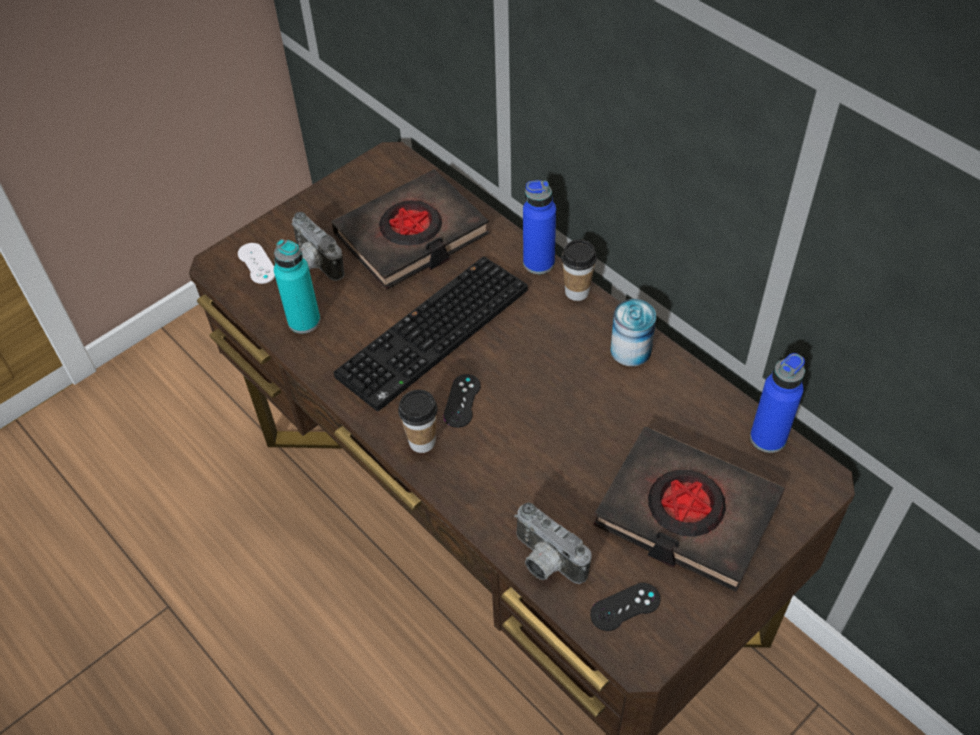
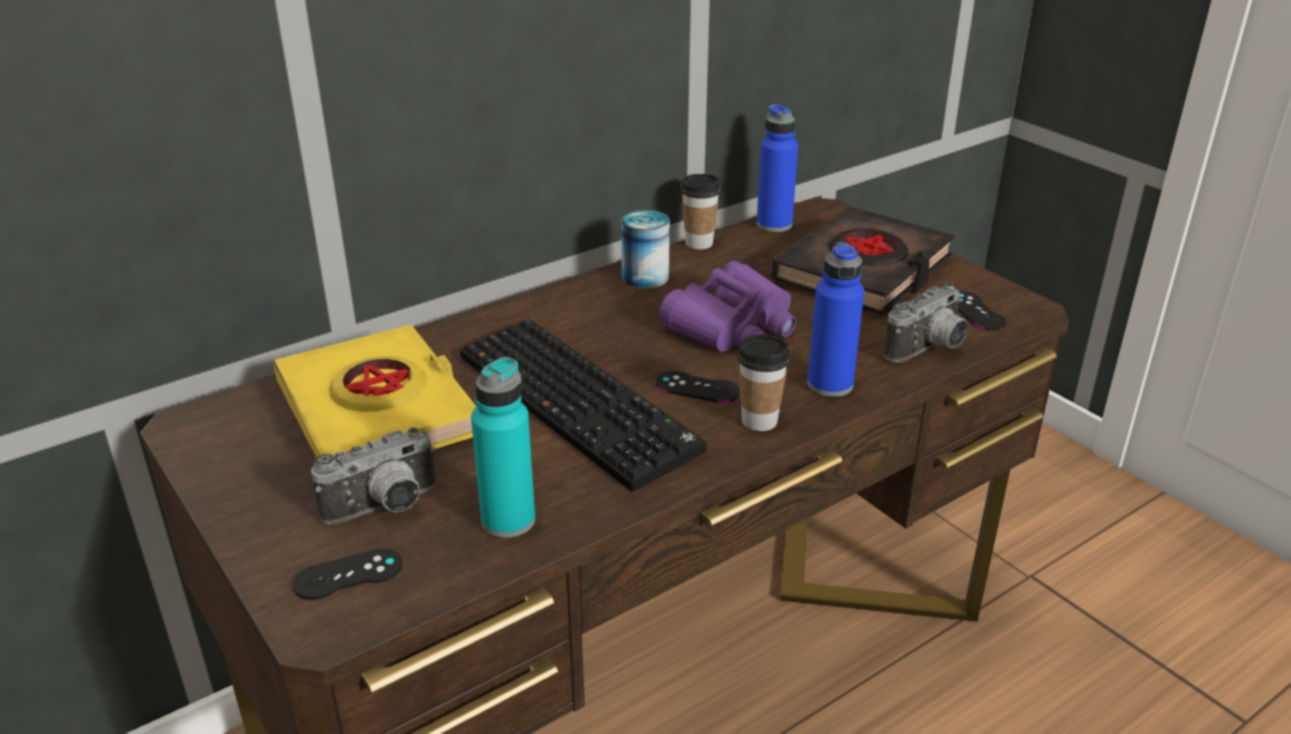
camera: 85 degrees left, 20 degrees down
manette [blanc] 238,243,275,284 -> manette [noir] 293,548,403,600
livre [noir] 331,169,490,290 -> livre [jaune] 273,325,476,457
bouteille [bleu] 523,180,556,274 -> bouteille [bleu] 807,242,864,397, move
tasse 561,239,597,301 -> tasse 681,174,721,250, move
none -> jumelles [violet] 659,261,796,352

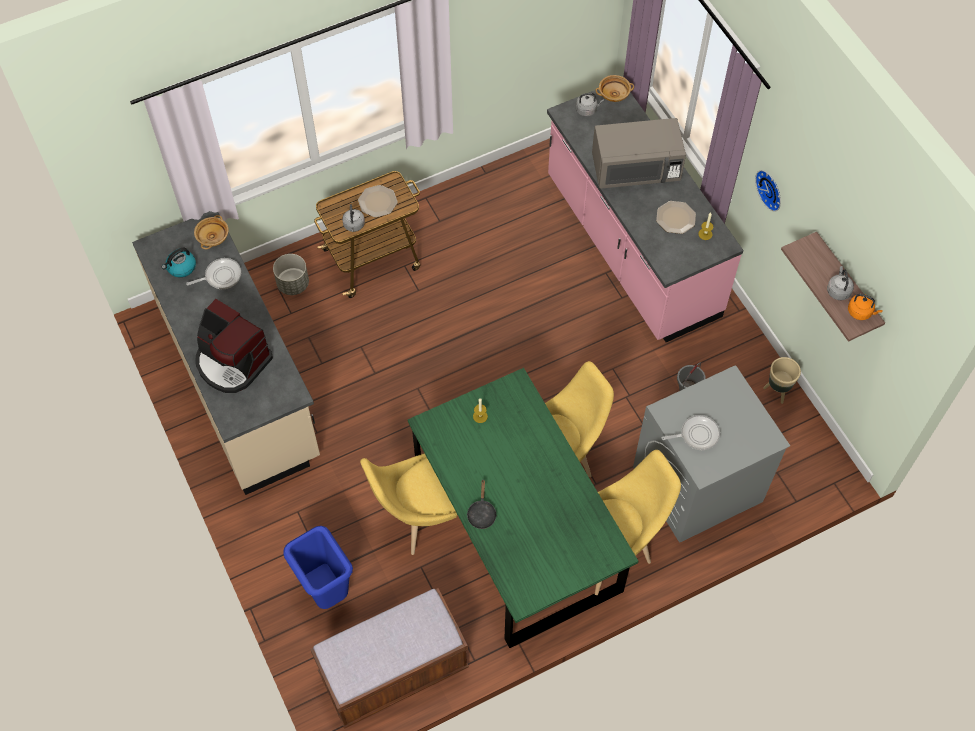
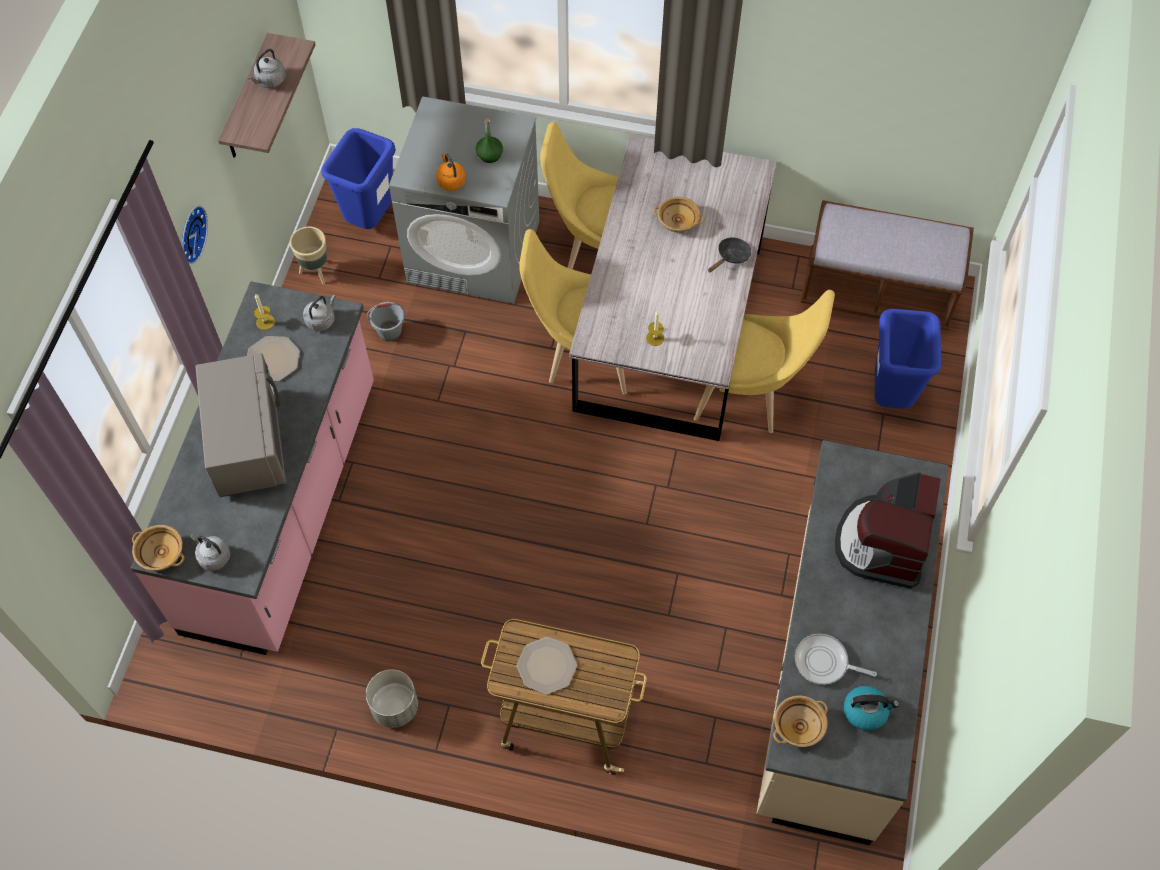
camera: 140 degrees left, 0 degrees up
machine à café 195,299,273,393 -> machine à café 835,472,941,589, 150 degrees counterclockwise
cache-pot [gris] 273,254,309,295 -> cache-pot [gris] 366,669,418,728, move
bouilloire [gris] 342,204,365,232 -> bouilloire [gris] 303,295,336,331, move
table à manger [vert] 408,368,638,648 -> table à manger [gris] 569,135,777,441
micro-ondes [gris] 592,118,686,189 -> micro-ondes [gris] 196,353,286,497, 45 degrees clockwise
poêle 662,415,720,450 -> bouteille [vert] 476,118,503,163
bouilloire [orange] 848,294,883,320 -> bouilloire [orange] 436,153,465,191, move
none -> poubelle [bleu] 321,128,396,229
none -> bol [beige] 653,197,704,233

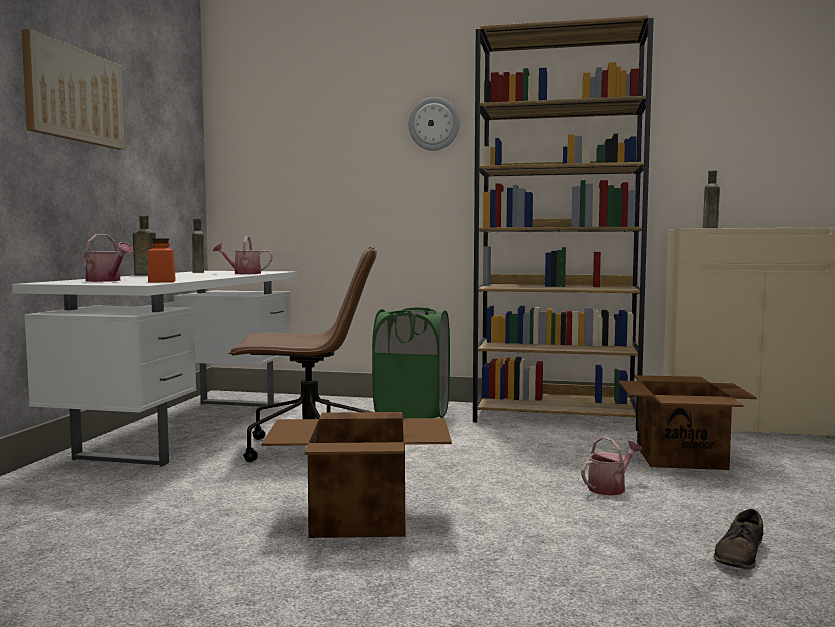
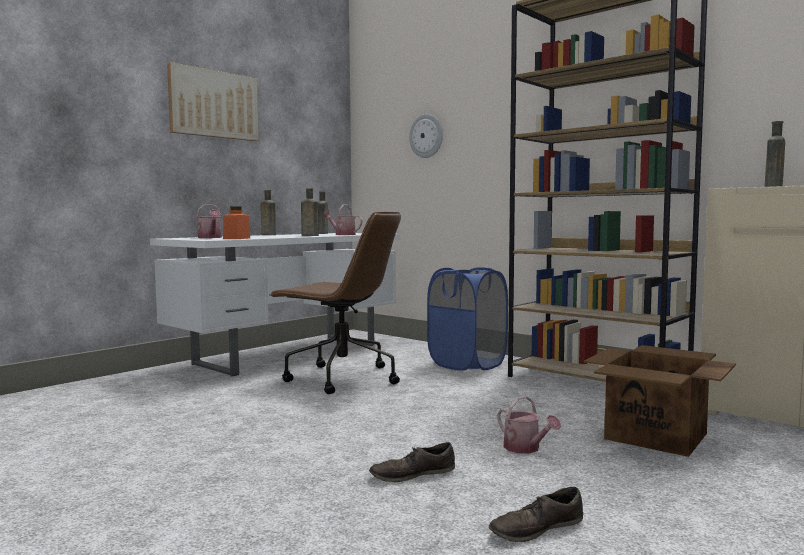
camera: 30 degrees right, 0 degrees up
carton 261,412,452,538 -> none
panier à linge [vert] 372,307,450,418 -> panier à linge [bleu] 427,267,508,371
horloge murale 409,97,460,151 -> horloge murale 409,114,443,158, move
arrosoir 581,436,642,496 -> arrosoir 497,396,561,453, 60 degrees clockwise
none -> bouteille [marron] 301,188,319,236
none -> chaussure [marron] 369,442,455,482

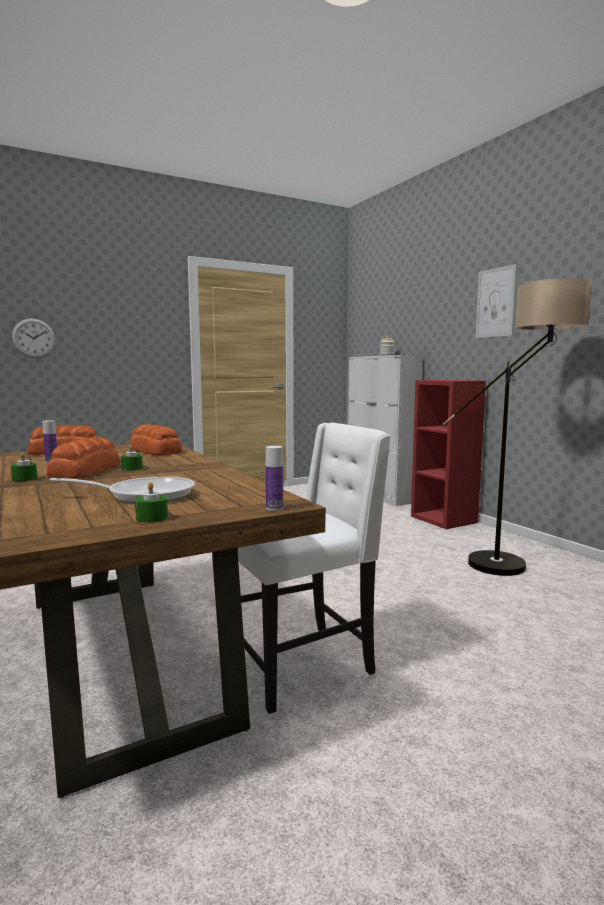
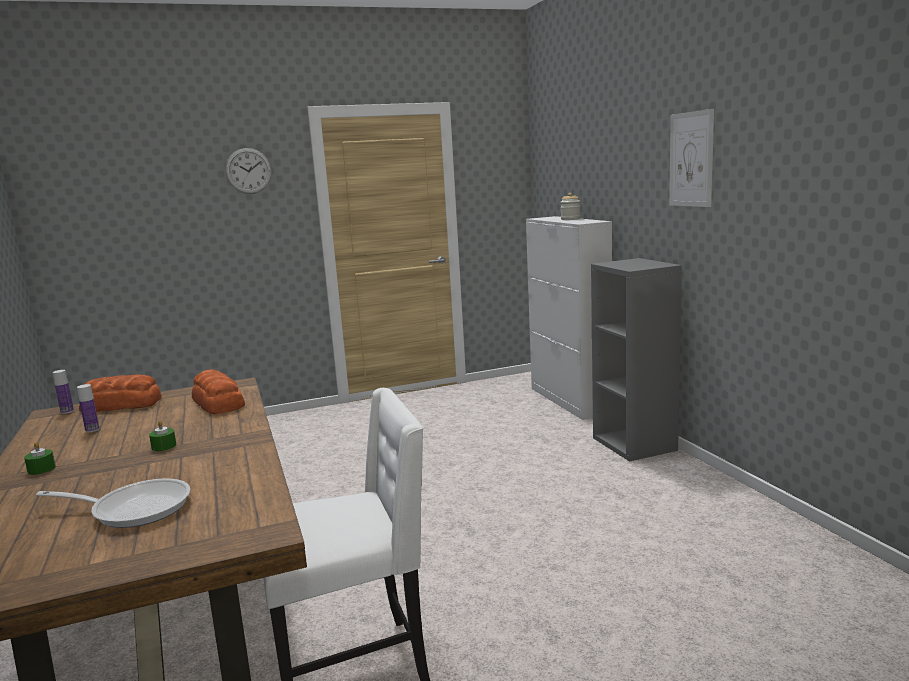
camera: 10 degrees right, 5 degrees up
horloge murale 12,318,56,358 -> horloge murale 225,148,272,194, move
pain 46,437,120,478 -> none
bougie [vert] 135,482,168,523 -> none
bouteille 266,446,283,511 -> bouteille 53,370,74,414, move
bibliothèque [rouge] 411,380,486,529 -> bibliothèque [gris] 591,258,682,462
lampadaire 442,278,592,576 -> none

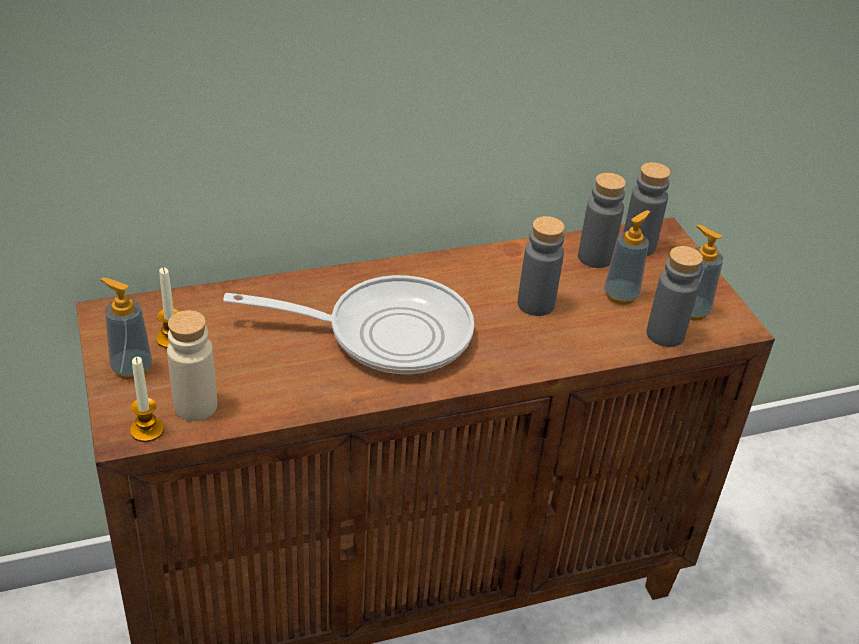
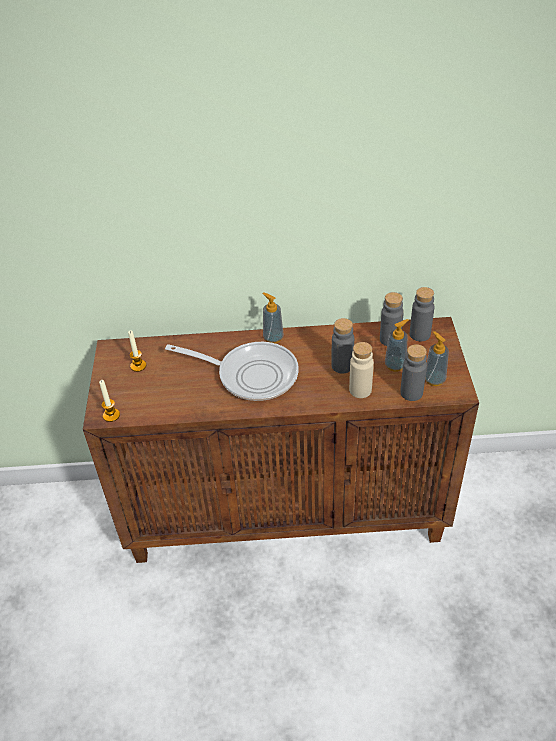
camera: 20 degrees right, 5 degrees up
distributeur de savon 100,278,152,380 -> distributeur de savon 262,292,284,343, move
bouteille [beige] 167,310,217,421 -> bouteille [beige] 349,342,374,398, move

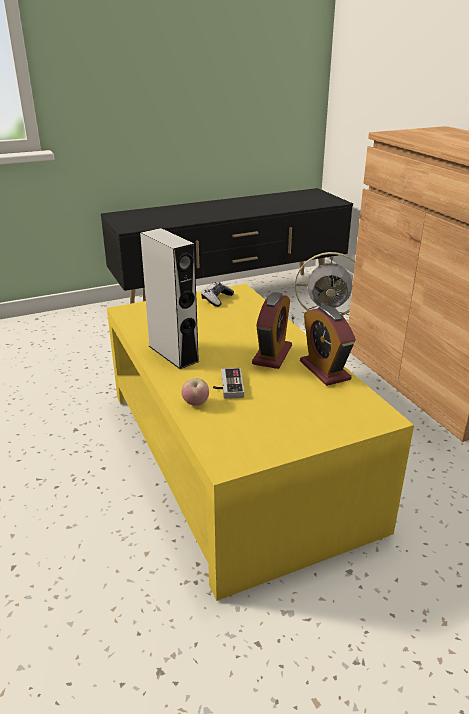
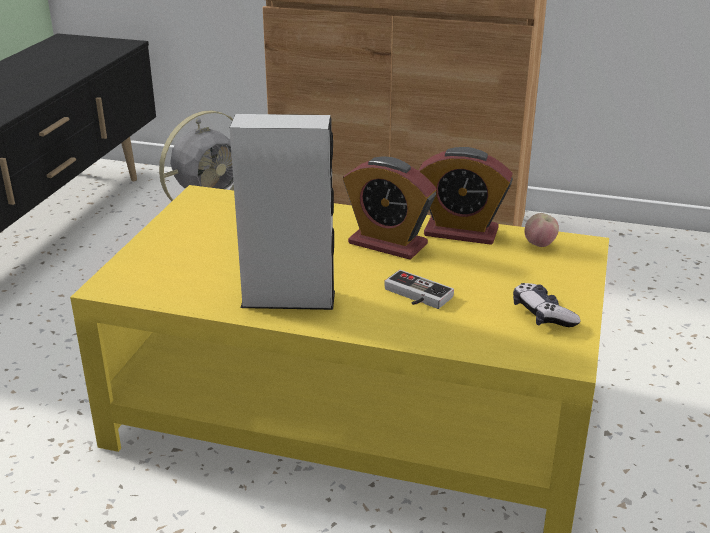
camera: 50 degrees left, 0 degrees up
pomme 181,378,209,406 -> pomme 525,213,559,247, move
manette 201,282,234,307 -> manette 513,283,581,327, move
réveil 252,292,292,369 -> réveil 343,157,436,260, 150 degrees clockwise

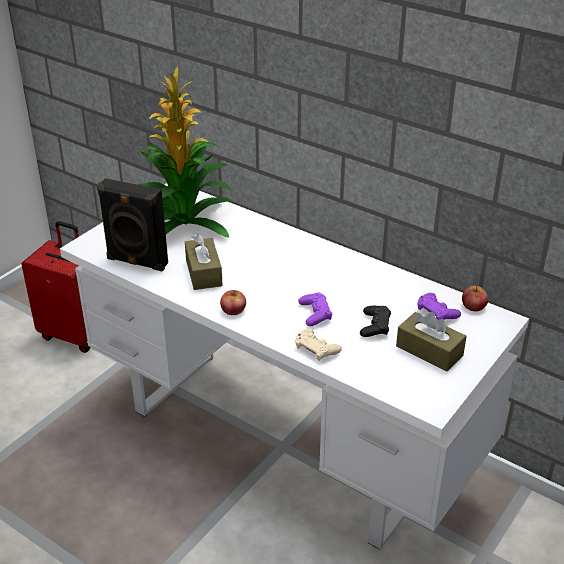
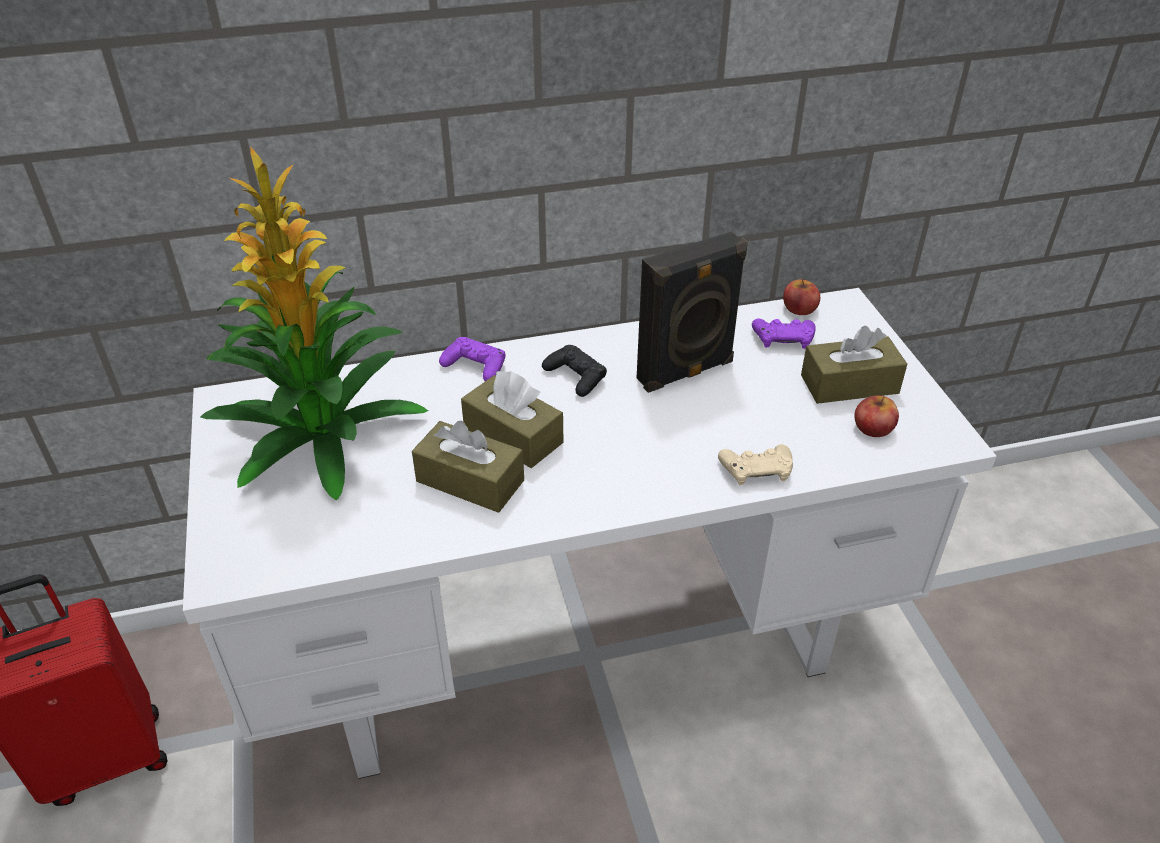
camera: 50 degrees left, 5 degrees up
enceinte [noir] 97,178,168,272 -> enceinte [noir] 637,231,748,393, move
pomme 220,290,246,315 -> pomme 854,396,899,437, move
manette [violet] 298,292,332,326 -> manette [violet] 439,337,506,381, move
manette [noir] 360,305,391,337 -> manette [noir] 542,345,607,397, move
none -> boîte à mouchoirs [marron] 461,371,564,468

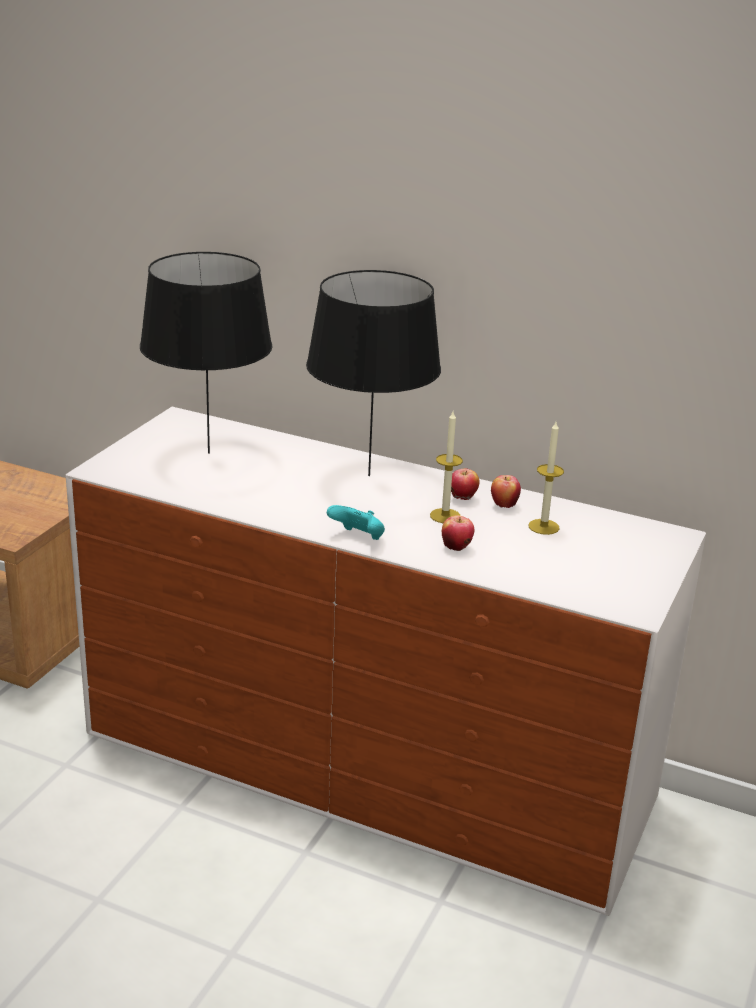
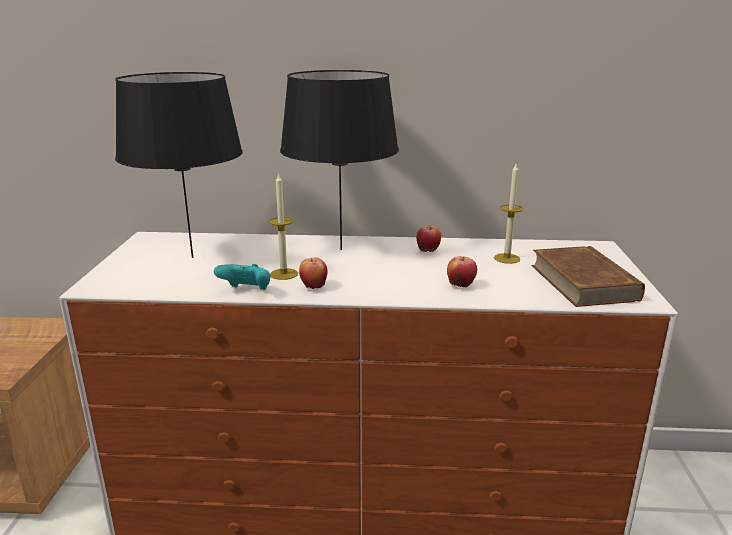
camera: 20 degrees left, 5 degrees down
manette [turquoise] 327,505,385,540 -> manette [turquoise] 214,264,270,290, move
bougie 430,412,463,523 -> bougie 269,173,298,280, move
pomme 491,475,521,508 -> pomme 299,258,327,289, move
none -> livre [marron] 532,246,645,307

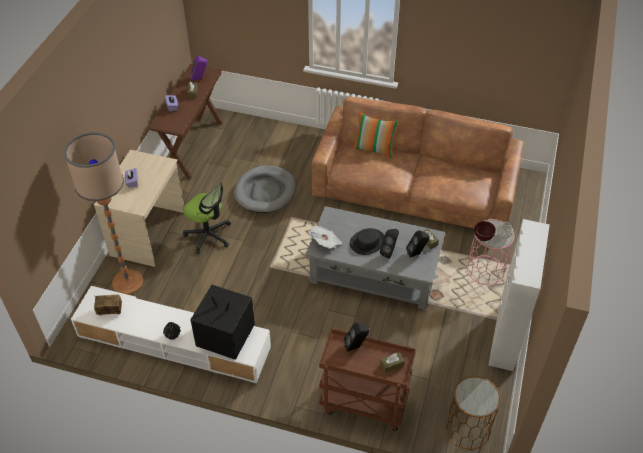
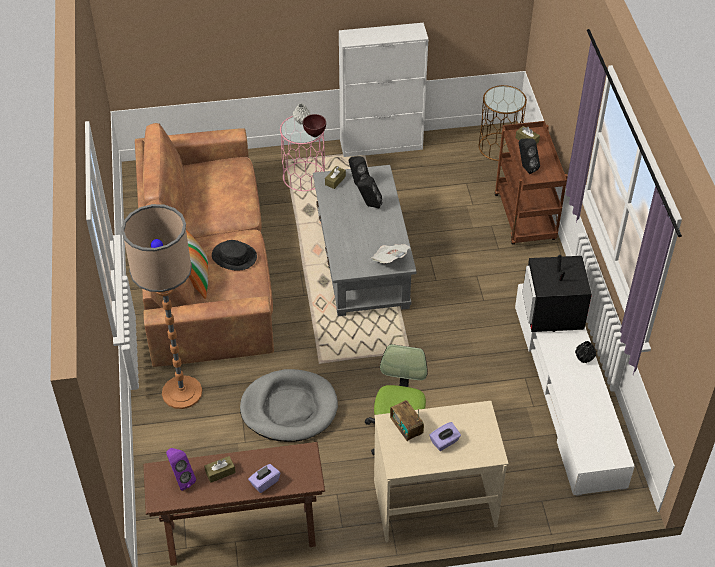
camera: 115 degrees left, 0 degrees up
lampadaire 64,132,143,295 -> lampadaire 121,204,202,409, move
radio 94,295,122,315 -> radio 390,400,424,441, move
chapeau [noir] 350,228,385,255 -> chapeau [noir] 212,240,257,271, move

